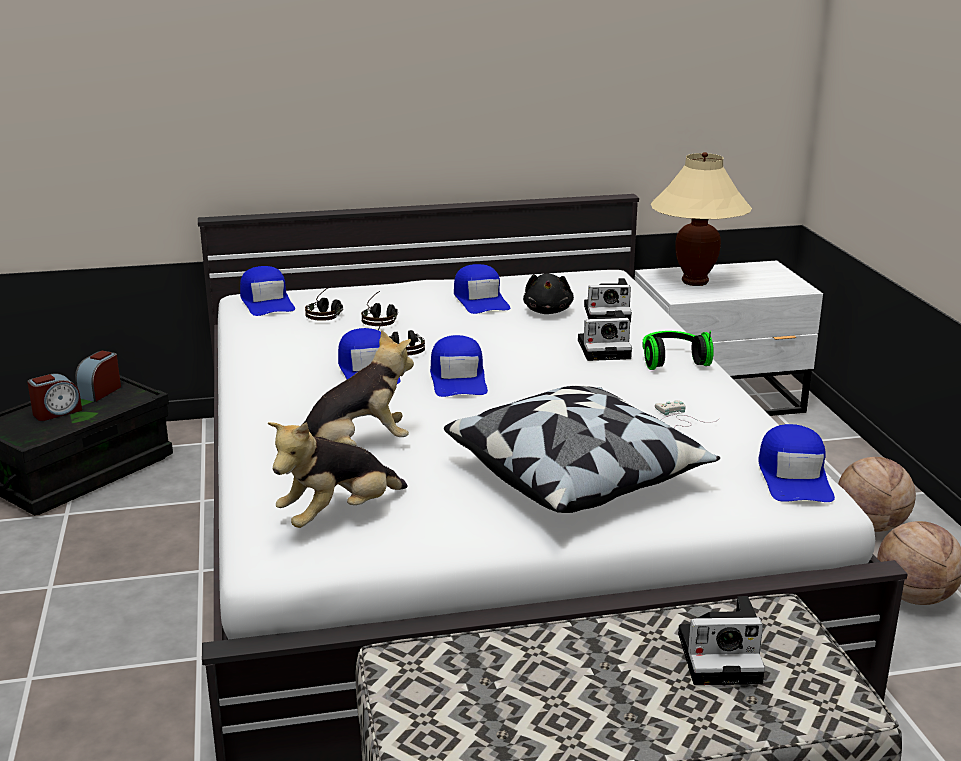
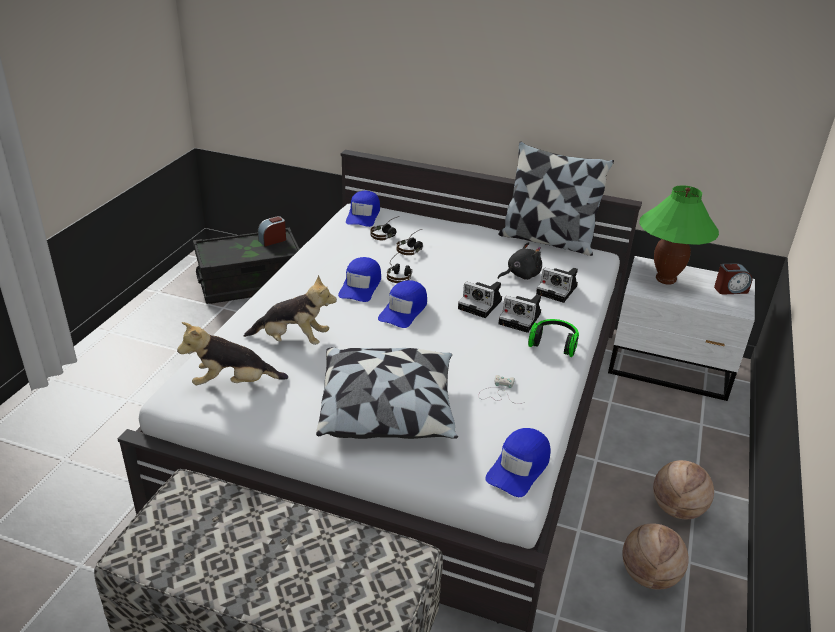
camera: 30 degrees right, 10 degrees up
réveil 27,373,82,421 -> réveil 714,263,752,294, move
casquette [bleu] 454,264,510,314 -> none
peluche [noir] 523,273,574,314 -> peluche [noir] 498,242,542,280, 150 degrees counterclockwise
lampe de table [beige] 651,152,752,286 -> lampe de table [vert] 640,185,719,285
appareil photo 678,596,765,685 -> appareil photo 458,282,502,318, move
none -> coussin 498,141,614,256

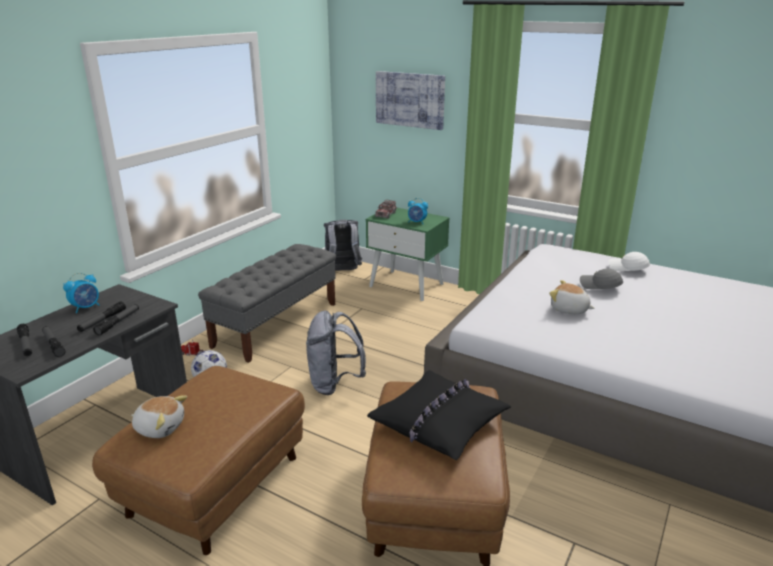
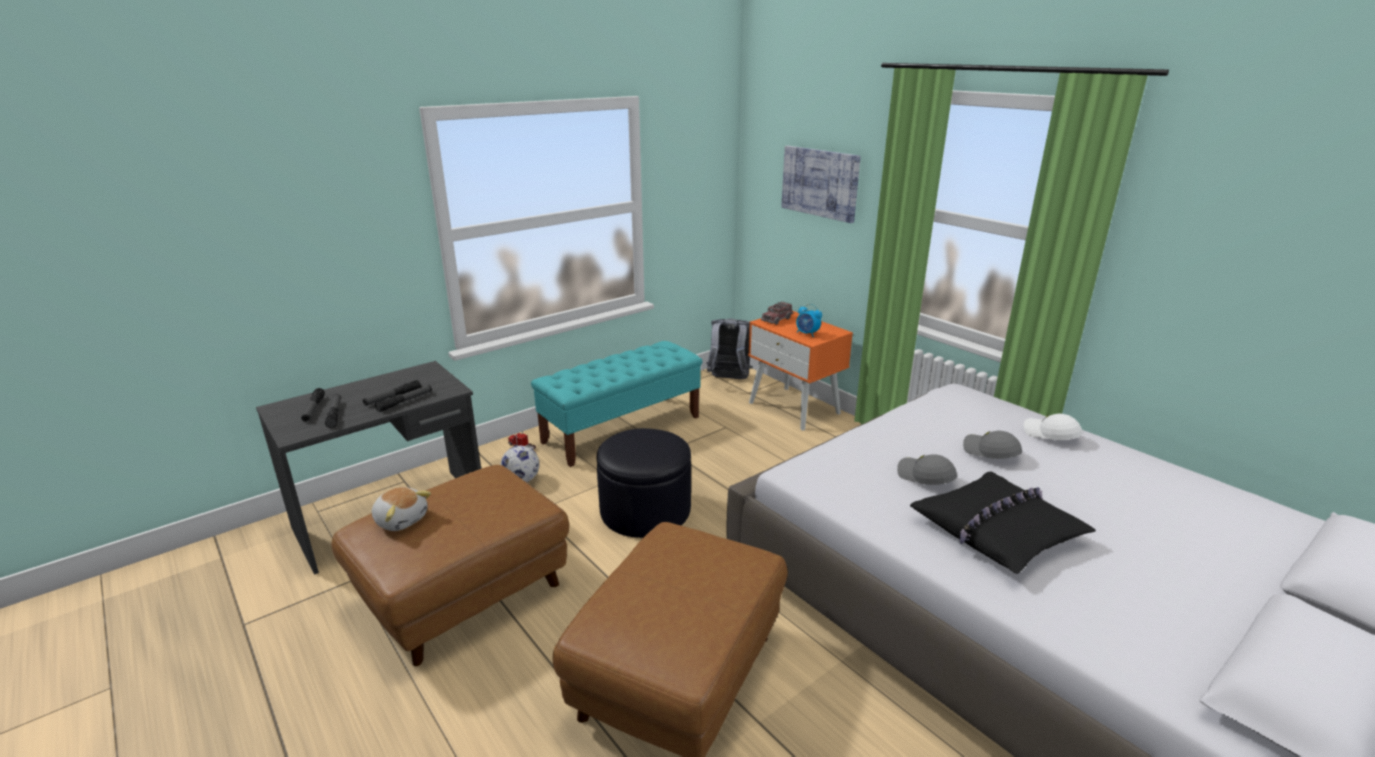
camera: 20 degrees right, 0 degrees up
réveil 63,273,100,314 -> none
banc [gris] 198,244,336,363 -> banc [turquoise] 531,341,702,467
sac à dos [gris] 306,311,366,395 -> pouf [noir] 597,428,691,538
table de chevet [vert] 366,208,450,301 -> table de chevet [orange] 748,311,853,430
coussin [noir] 367,370,511,460 -> coussin [noir] 910,471,1096,574, move
peluche 549,280,595,314 -> casquette [gris] 897,454,957,485

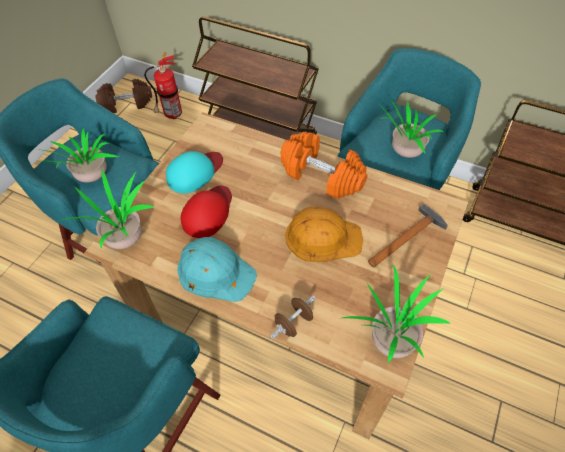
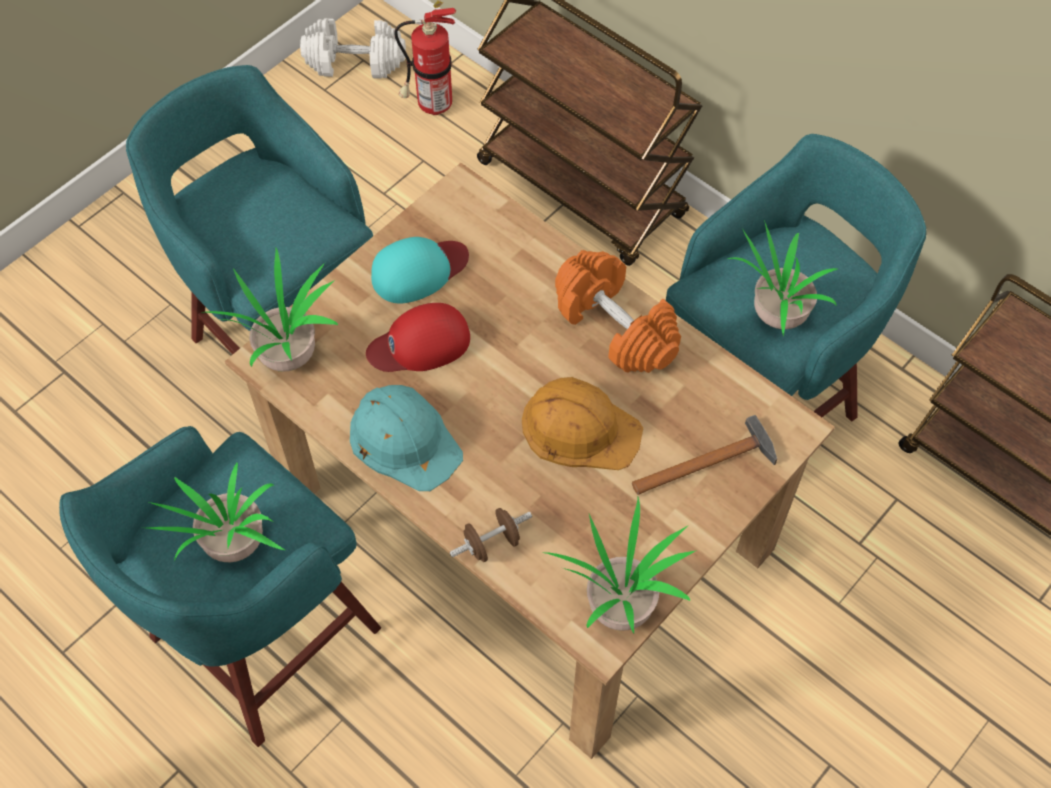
camera: 15 degrees right, 5 degrees up
plante en pot 37,128,120,182 -> plante en pot 147,462,285,562, move
haltère [marron] 95,79,152,113 -> haltère [blanc] 300,18,406,79
casquette [rouge] 181,186,232,238 -> casquette [rouge] 366,303,470,372, 150 degrees counterclockwise

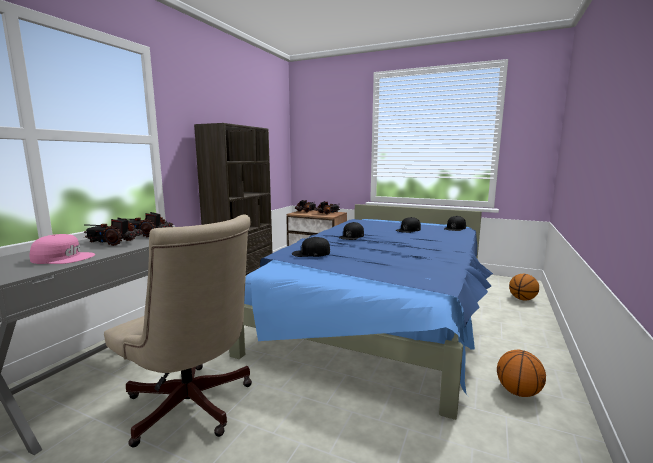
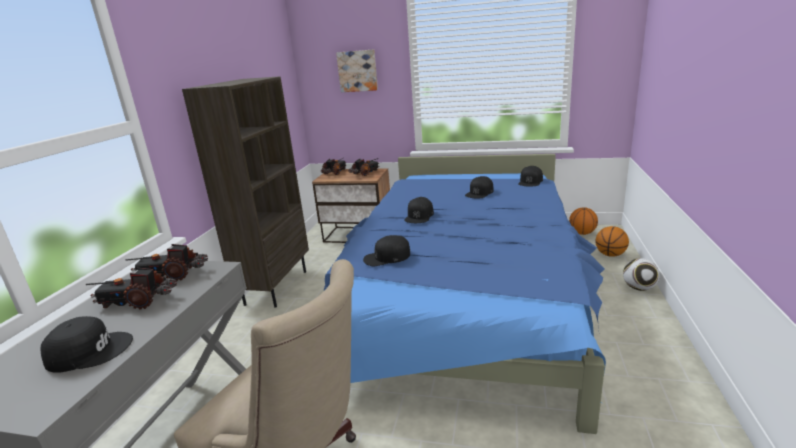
camera: 10 degrees left, 10 degrees up
casquette [rose] 30,234,95,264 -> casquette [noir] 40,316,133,373
ballon de basket 497,350,546,397 -> ballon de basket 569,207,598,235, move
none -> tableau 336,49,378,92
none -> ballon de foot 623,258,660,291

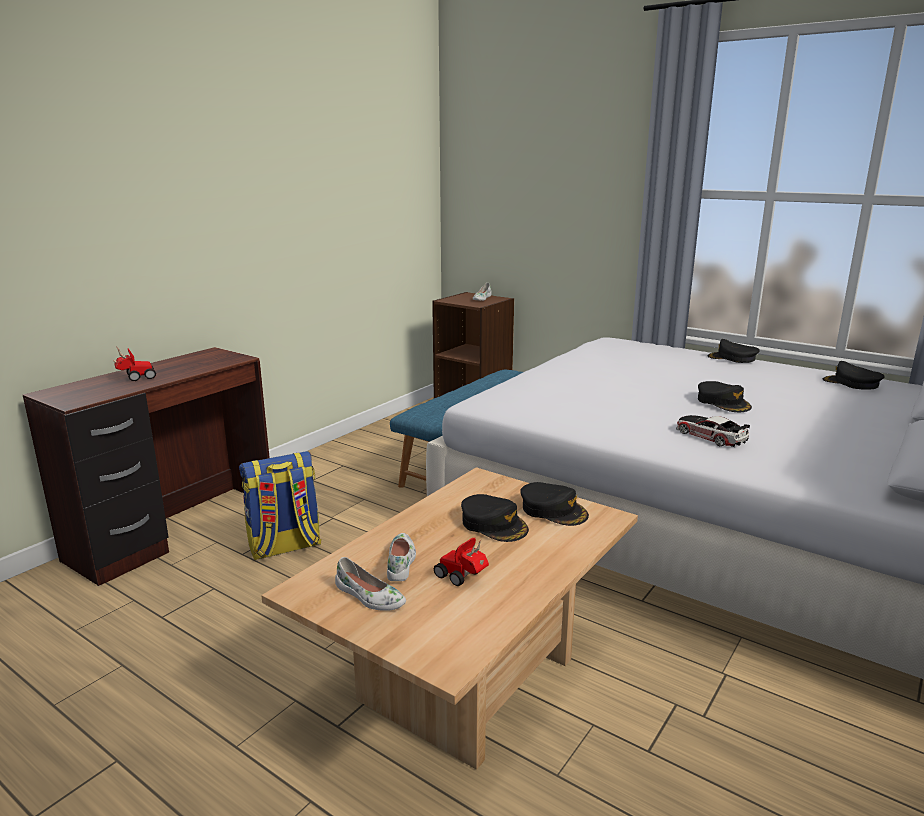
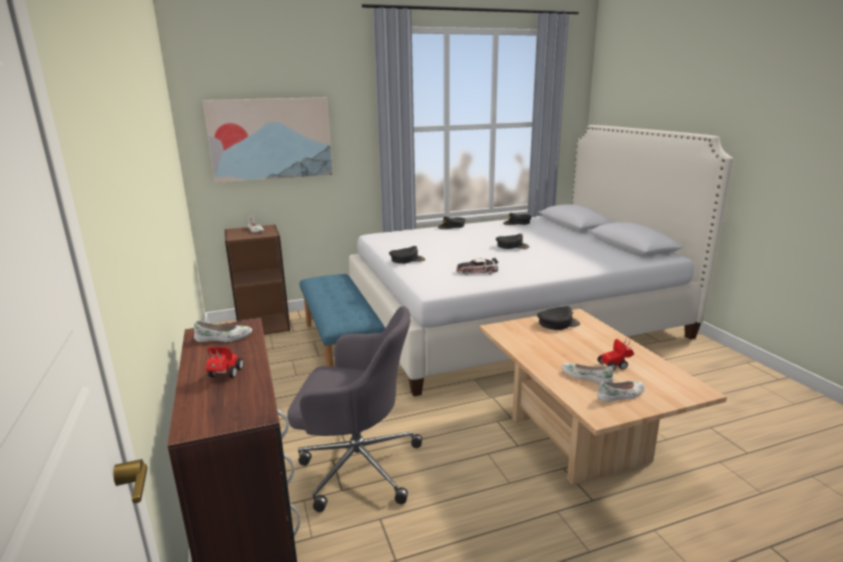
camera: 55 degrees left, 0 degrees up
sac à dos 239,451,322,560 -> chaise de bureau [gris] 288,306,422,512
casquette [noir] 461,494,529,542 -> casquette [noir] 389,246,425,264, move
petite voiture 676,415,750,447 -> petite voiture 456,258,498,275, move
none -> chaussure [blanc] 194,321,252,342
none -> tableau 203,97,333,183

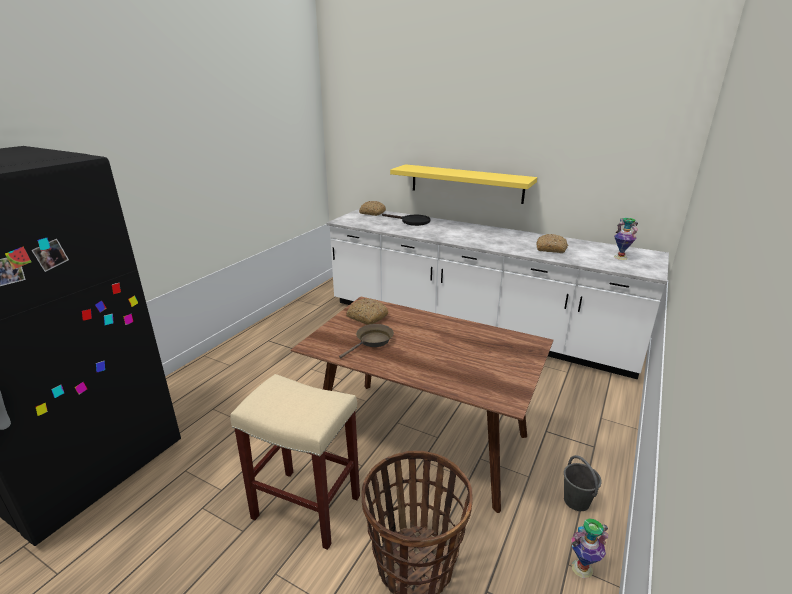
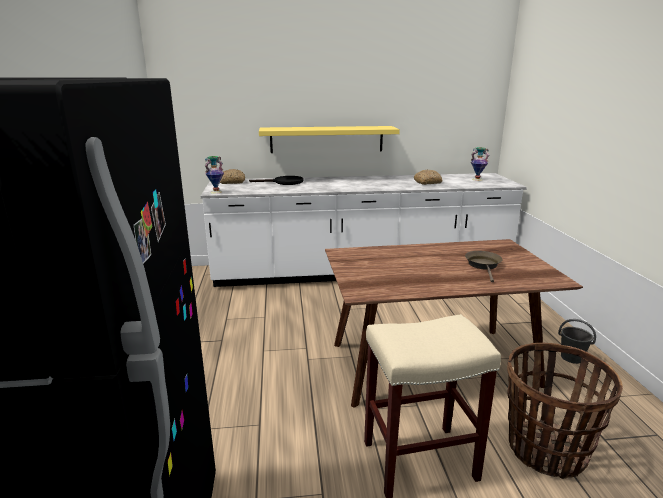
camera: 35 degrees left, 5 degrees down
poêle [marron] 339,324,394,359 -> poêle [marron] 465,251,503,282, move
pain 346,298,389,325 -> none
vase 571,518,608,578 -> vase 204,156,224,194, move

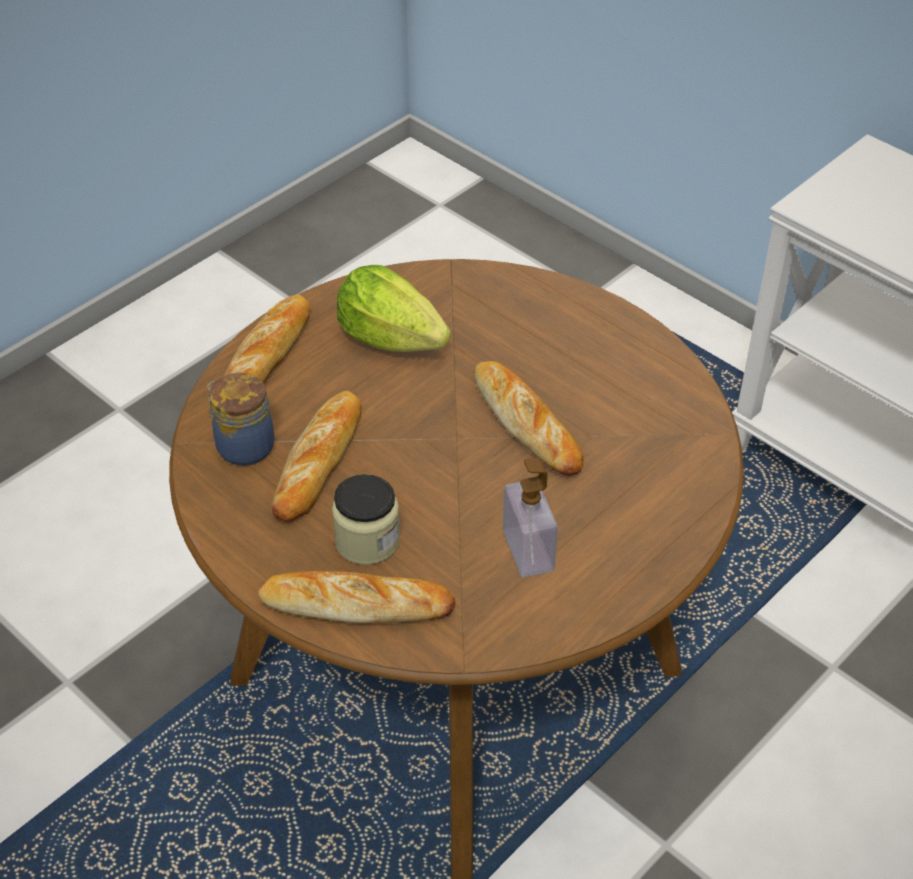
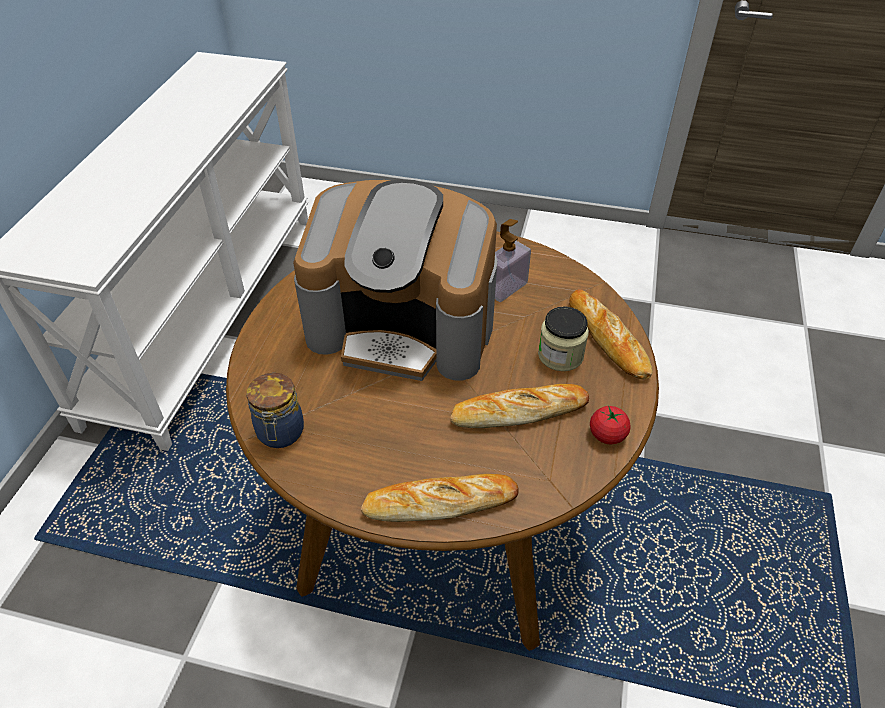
camera: 120 degrees left, 0 degrees up
bocal 207,373,275,466 -> bocal 247,373,304,448, move
laitue 337,265,451,352 -> none
pain 474,361,584,476 -> machine à café 293,179,497,381
none -> tomate 590,405,631,444

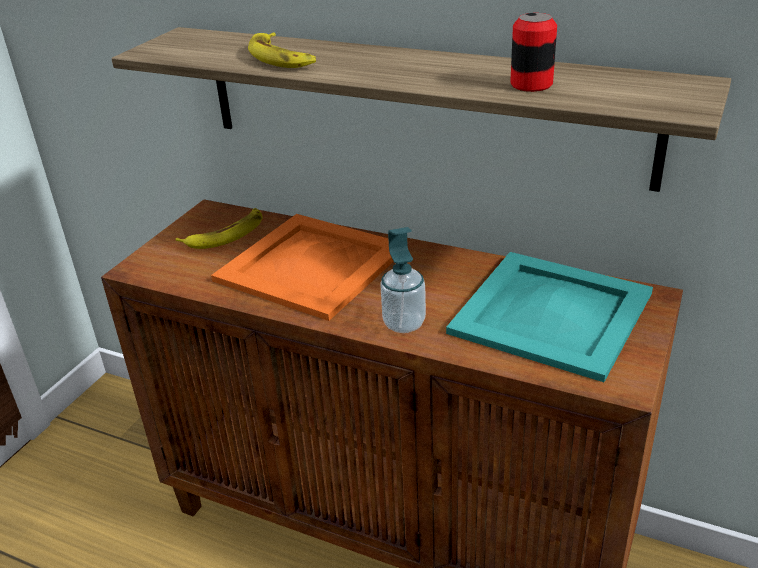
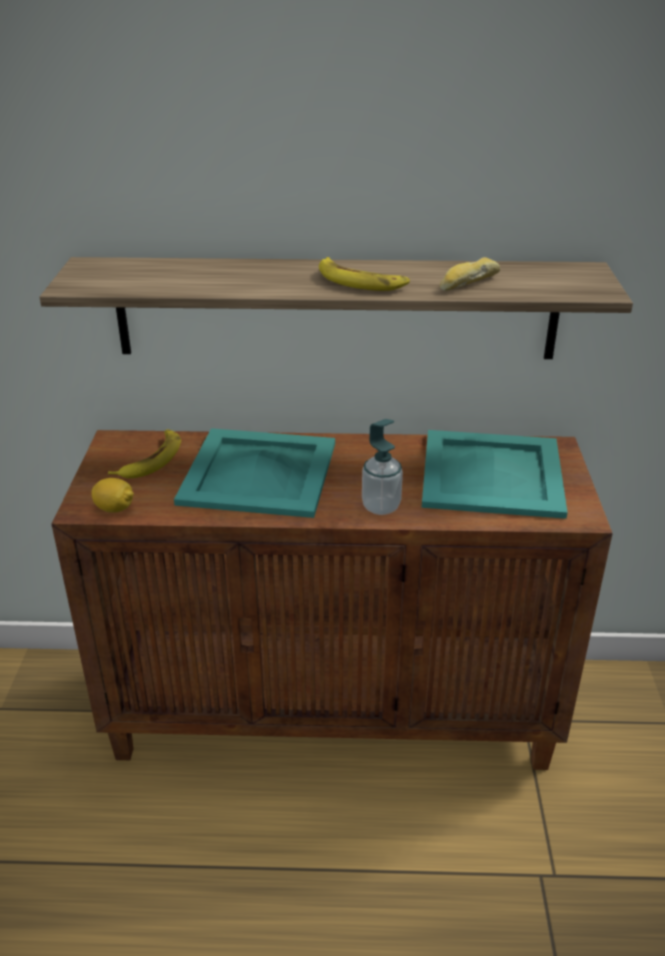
camera: 25 degrees left, 0 degrees up
plateau [orange] 211,214,394,321 -> plateau [turquoise] 174,428,335,518
banane 248,32,316,68 -> banane 319,257,410,291, move
boîte métallique 510,13,557,92 -> pain 440,257,500,291
none -> citron 91,478,134,513

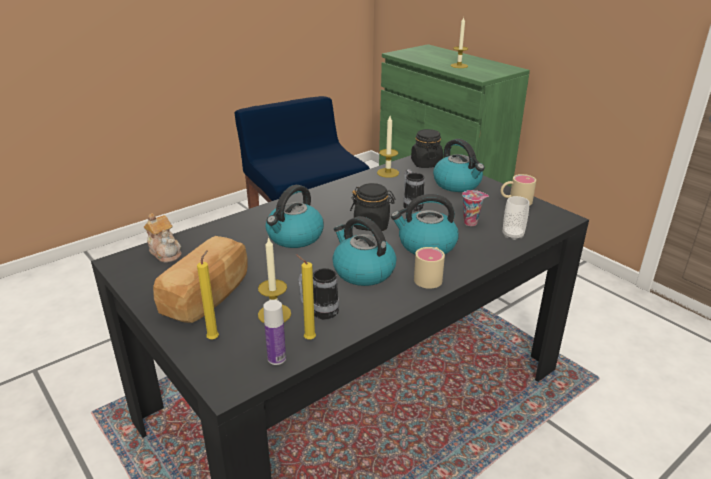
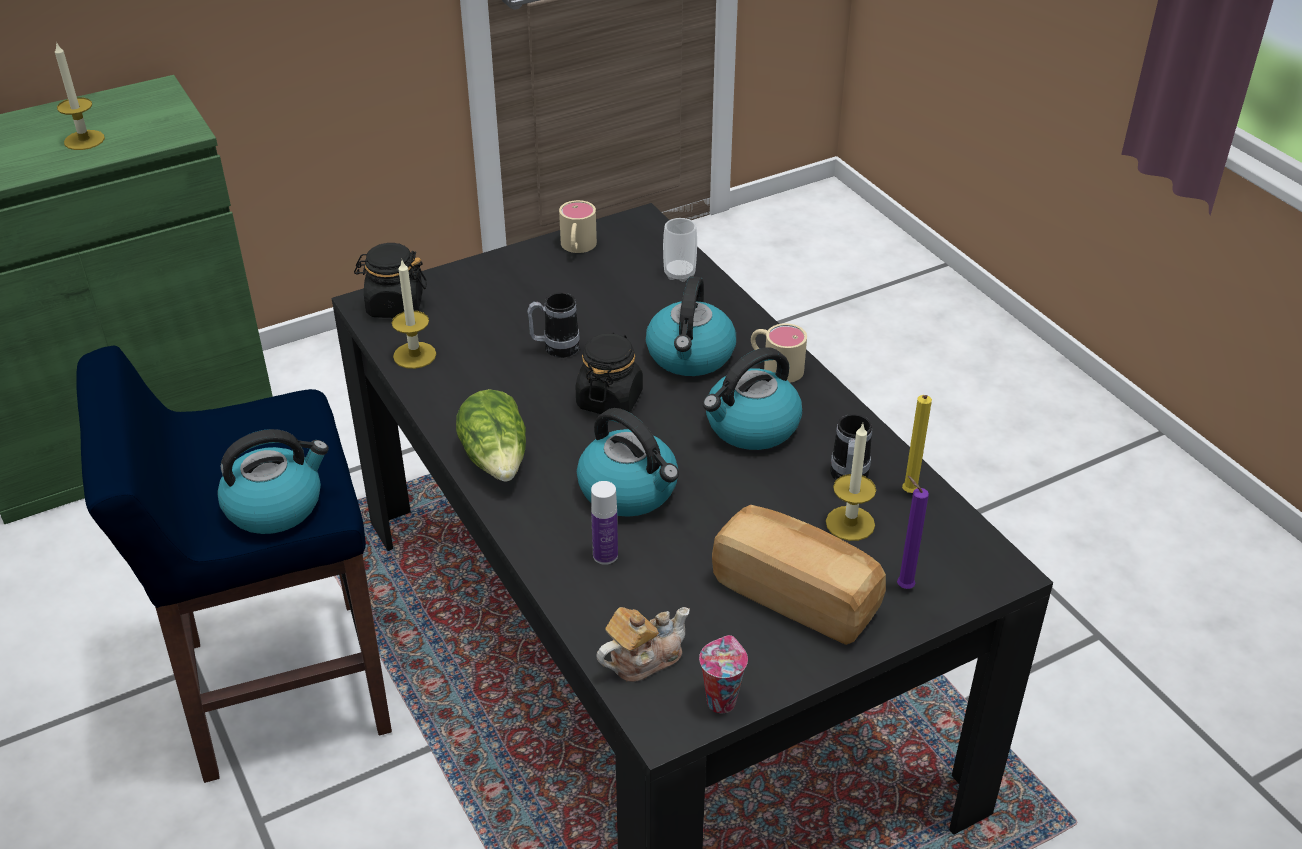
camera: 80 degrees left, 10 degrees up
bougie [jaune] 197,250,219,340 -> bougie [violet] 897,476,929,589
bouteille 263,300,286,365 -> bouteille 591,481,618,565, move
bouilloire 433,139,485,192 -> bouilloire 217,429,329,534, move
tasse 462,190,489,226 -> tasse 699,635,748,713, move
none -> laitue 456,389,526,482

